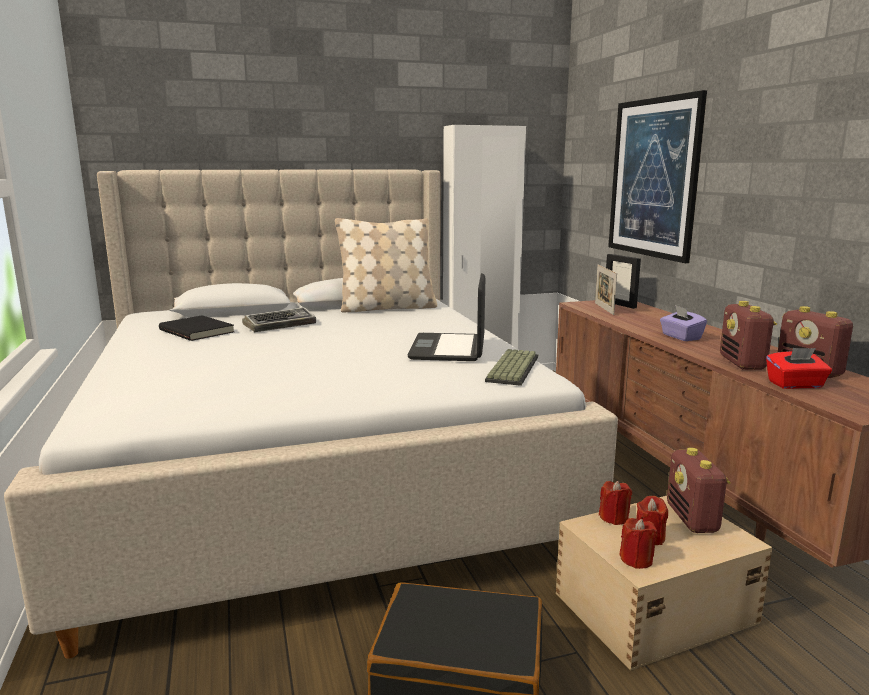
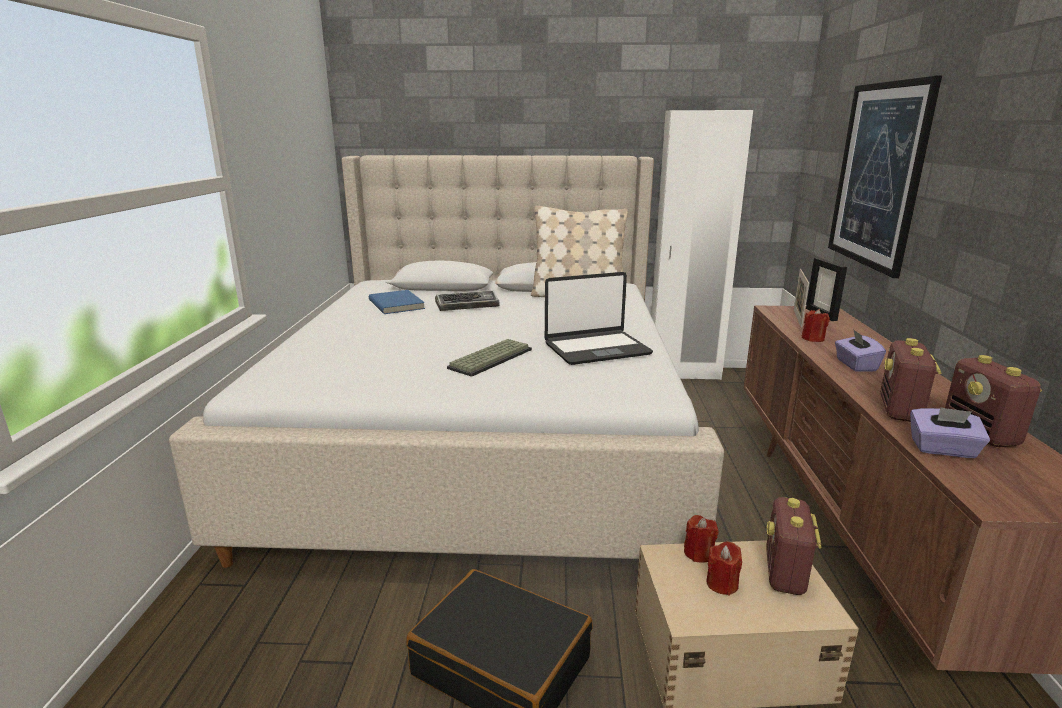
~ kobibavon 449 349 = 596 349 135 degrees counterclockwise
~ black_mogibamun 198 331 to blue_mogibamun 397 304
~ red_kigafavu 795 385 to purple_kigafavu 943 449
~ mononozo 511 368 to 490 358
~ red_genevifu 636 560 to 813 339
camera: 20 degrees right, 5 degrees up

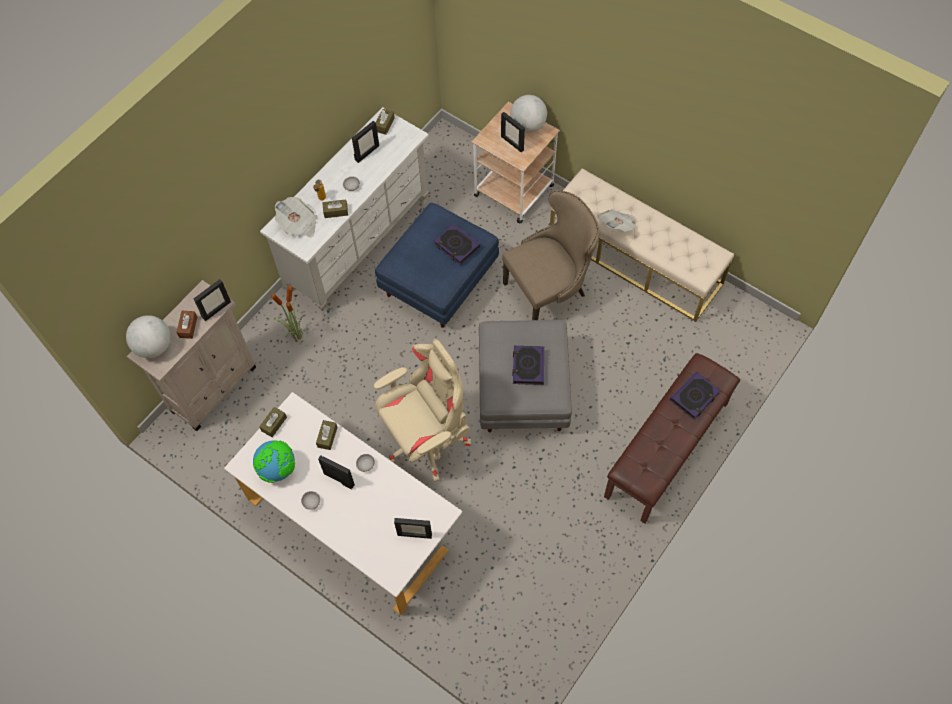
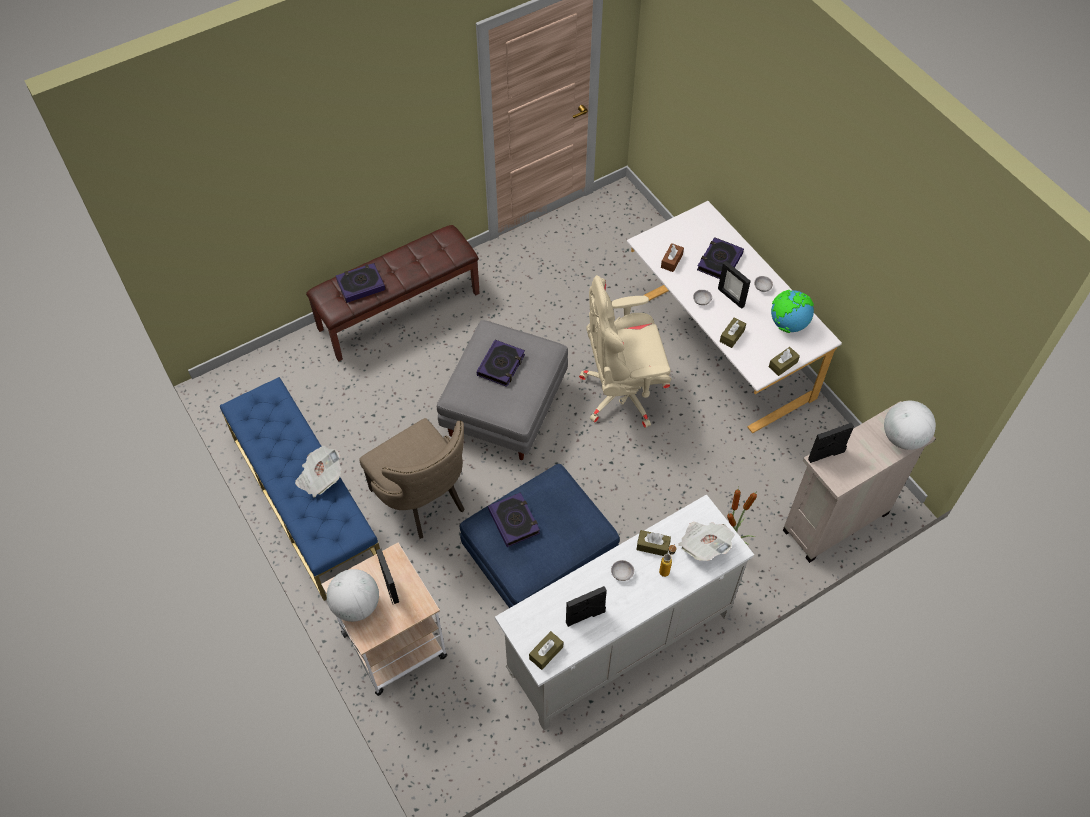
~ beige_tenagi 635 259 to blue_tenagi 306 501
~ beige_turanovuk 548 291 = 423 499 120 degrees counterclockwise
~ brown_kigafavu 188 327 to 671 261
- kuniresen 414 534
+ mogibamun 719 262
camera: 160 degrees left, 5 degrees down

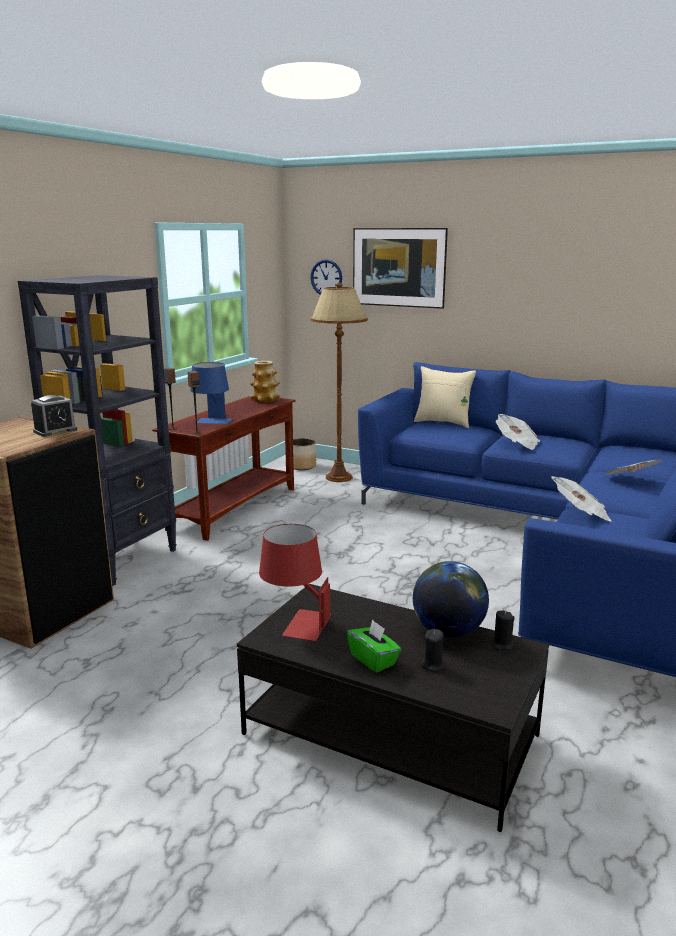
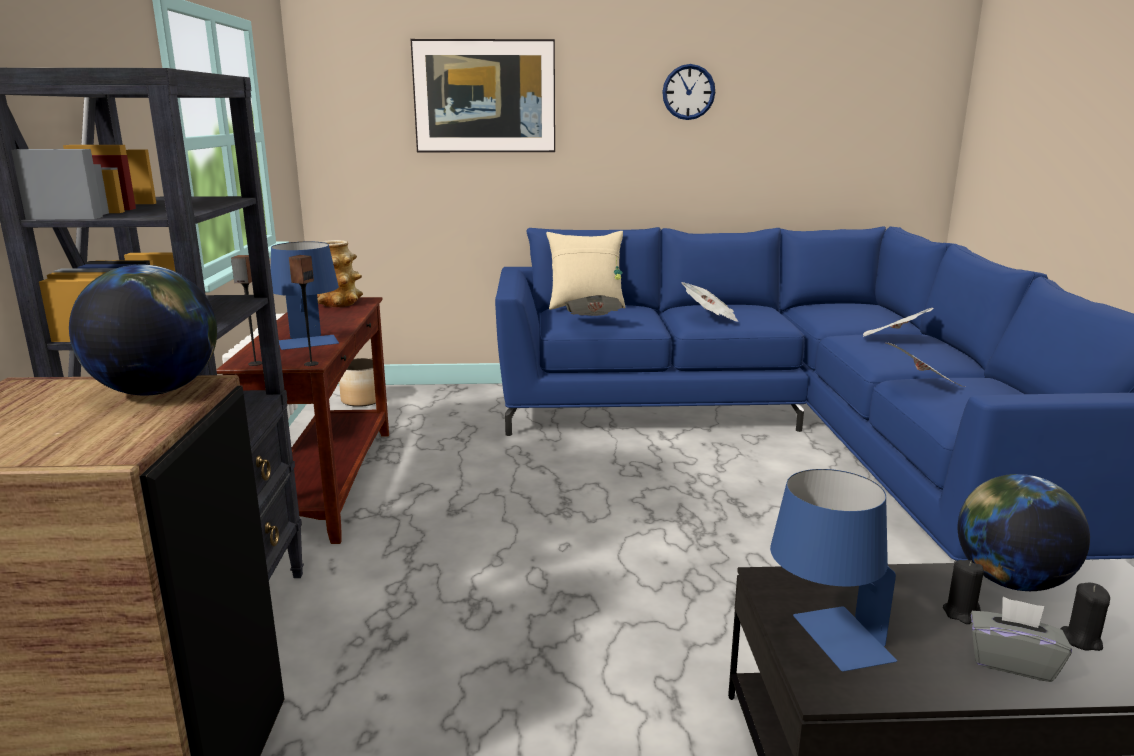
~ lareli 326 278 to 688 92
- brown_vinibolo 338 477
~ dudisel 55 431 to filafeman 156 391
~ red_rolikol 295 623 to blue_rolikol 824 640
~ black_genevifu 502 645 to 961 613
~ green_kigafavu 373 660 to grey_kigafavu 1012 662
+ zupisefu 594 322
camera: 30 degrees left, 0 degrees up

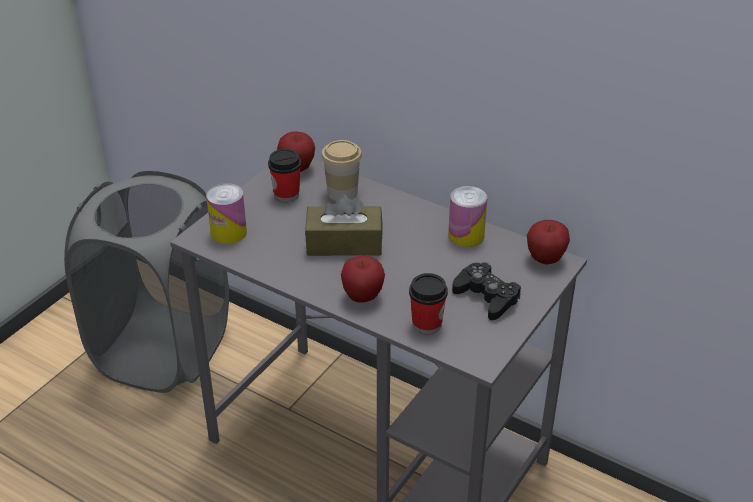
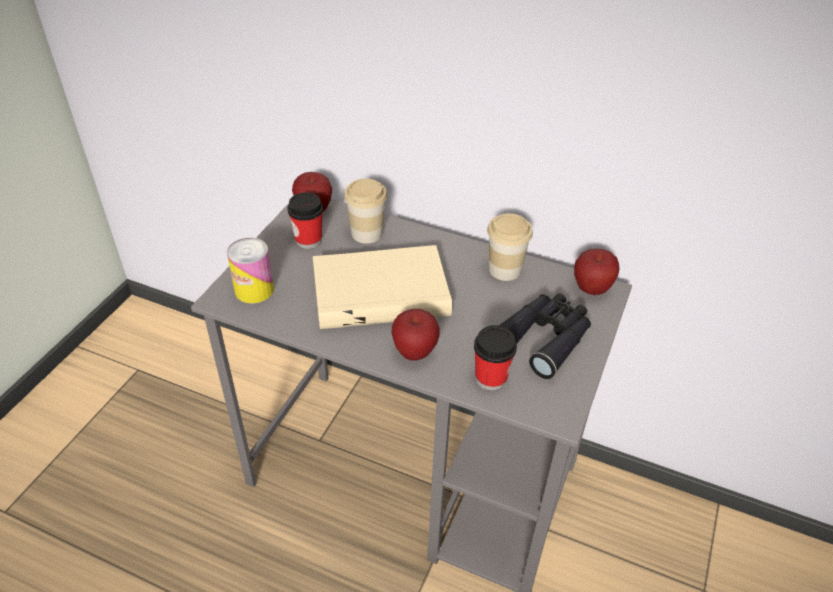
- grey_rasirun 163 350
~ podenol 466 235 to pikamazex 504 269
~ brown_kigafavu 344 243 to beige_mogibamun 381 291
~ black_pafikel 486 297 to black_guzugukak 544 338
camera: 10 degrees left, 5 degrees up

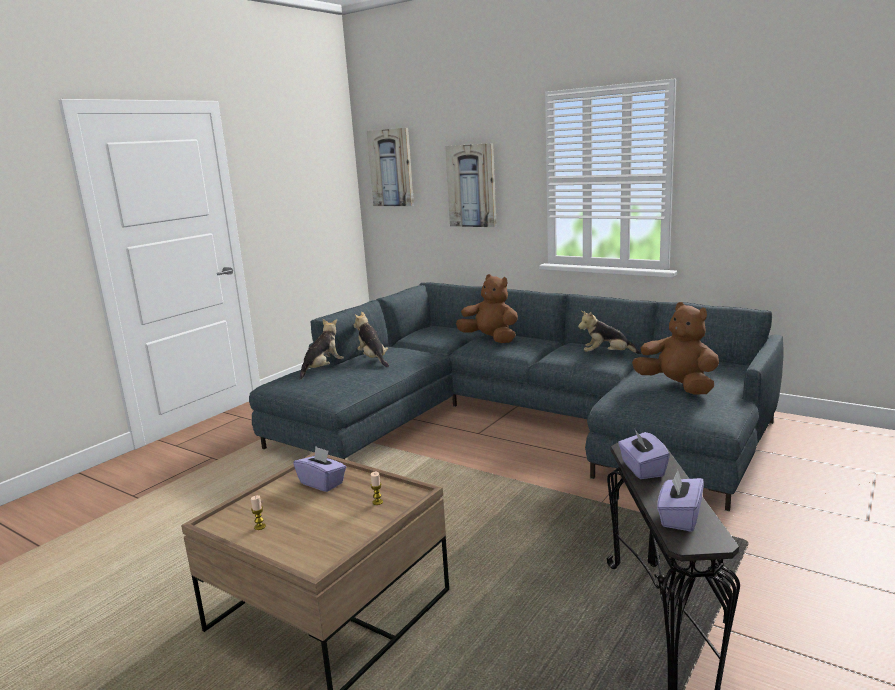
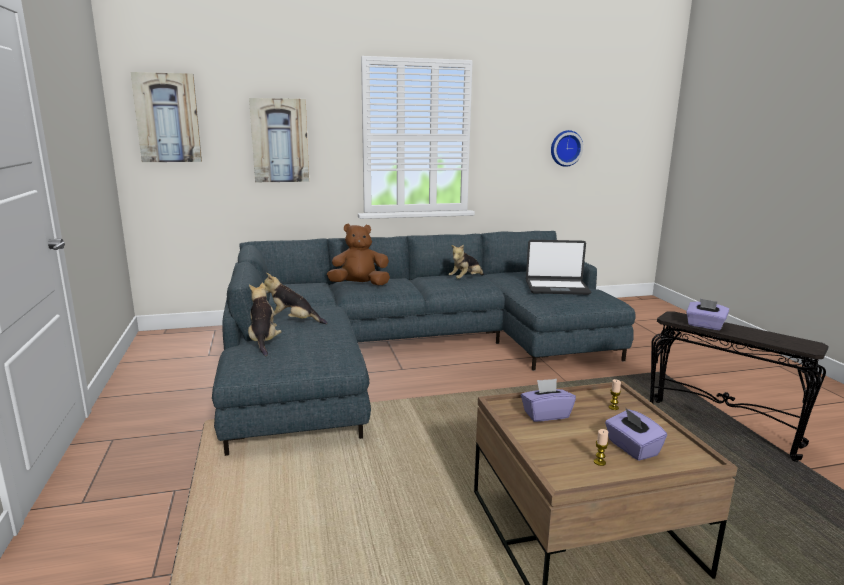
~ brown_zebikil 677 386 to kobibavon 557 288
~ purple_kigafavu 679 517 to 632 448
+ lareli 565 148
camera: 50 degrees left, 0 degrees up

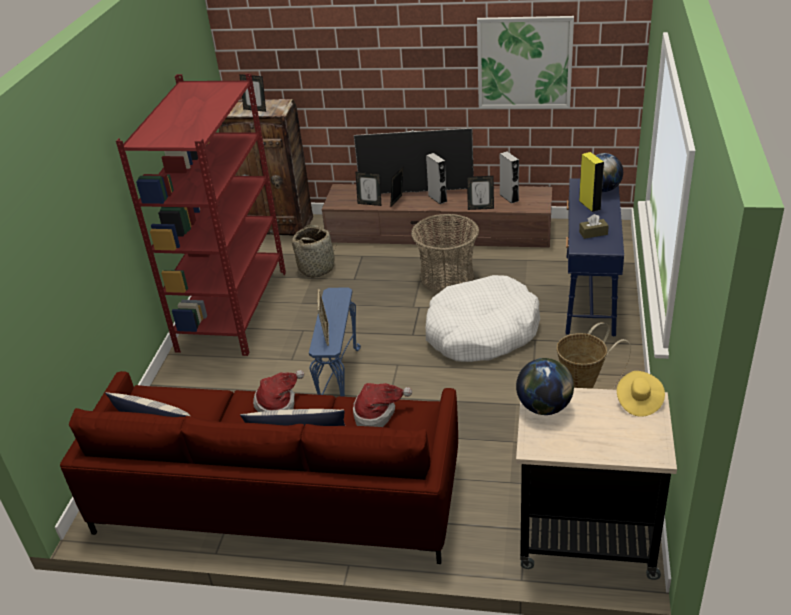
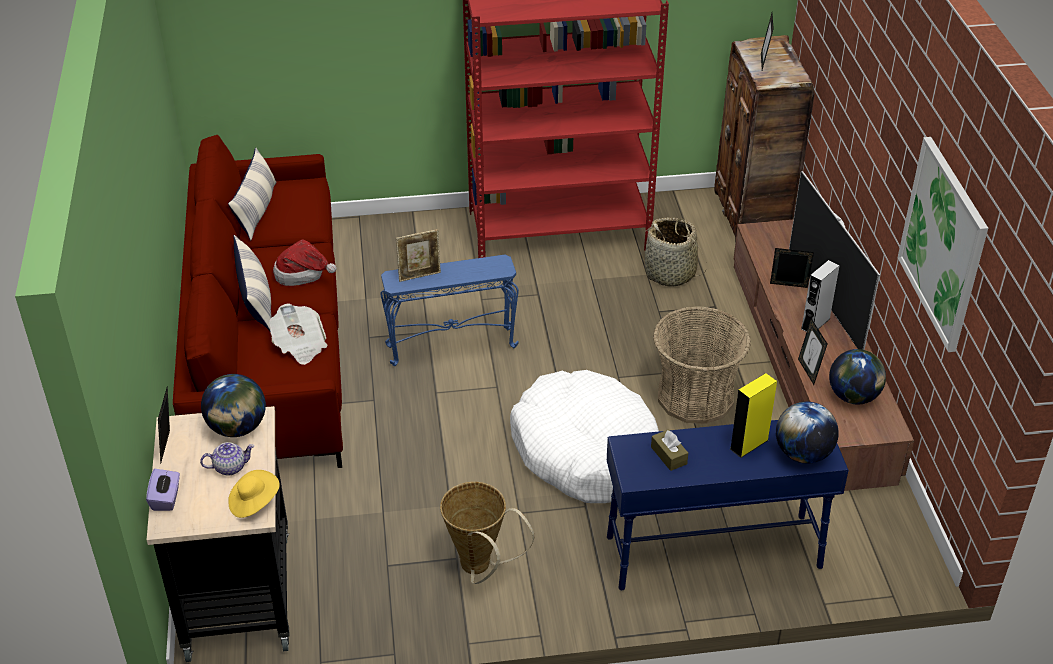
~ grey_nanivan 509 197 to filafeman 853 396
~ kuniresen 370 203 to 169 447
~ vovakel 377 414 to zupisefu 300 345
+ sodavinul 230 467
+ purple_kigafavu 166 498
camera: 70 degrees right, 5 degrees up

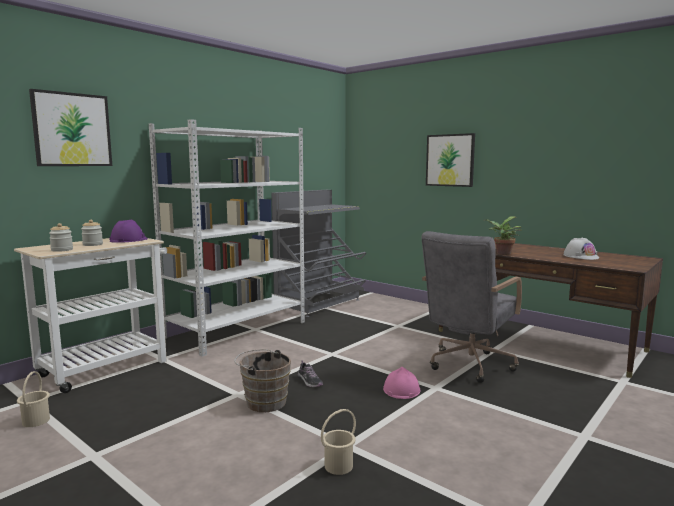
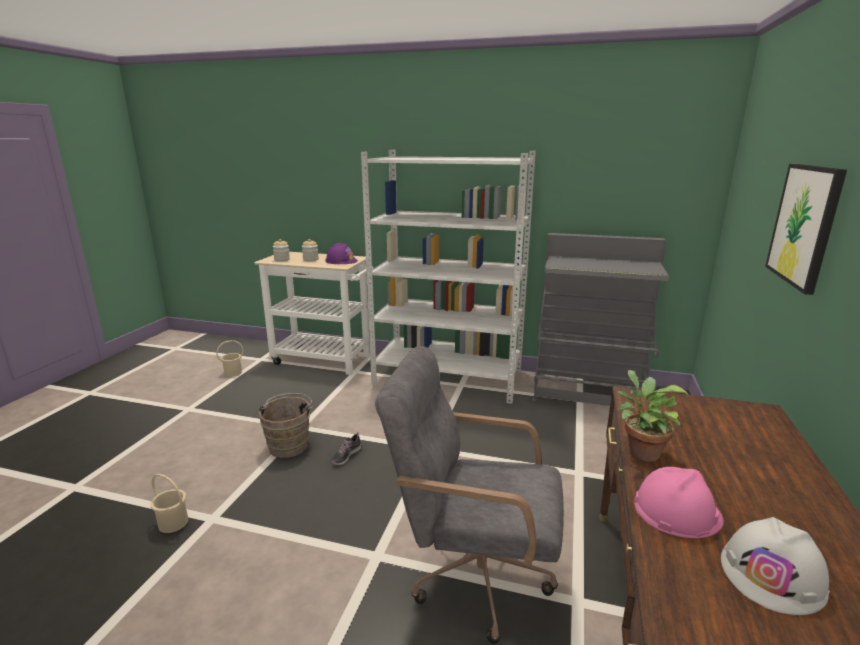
- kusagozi 72 130
~ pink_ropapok 401 390 to 676 510
camera: 65 degrees right, 10 degrees up

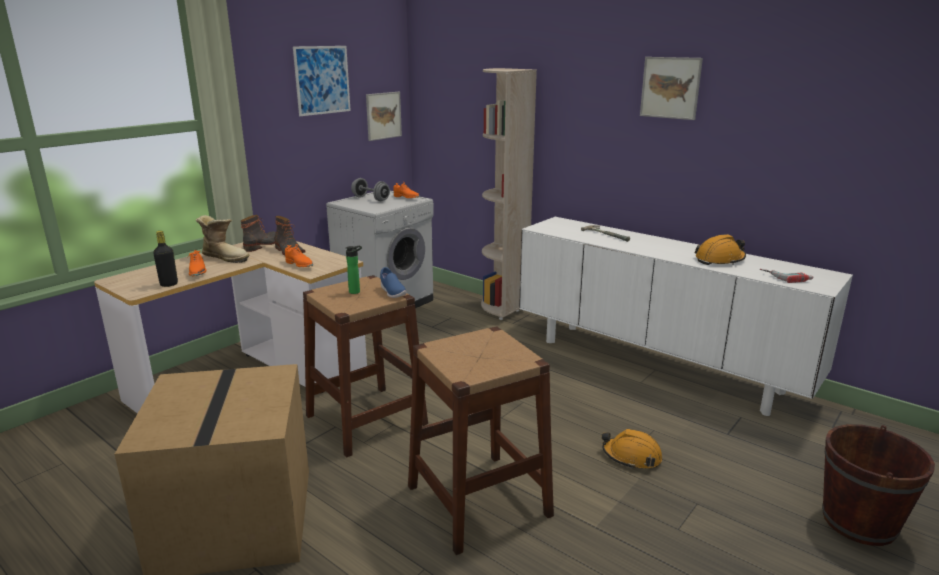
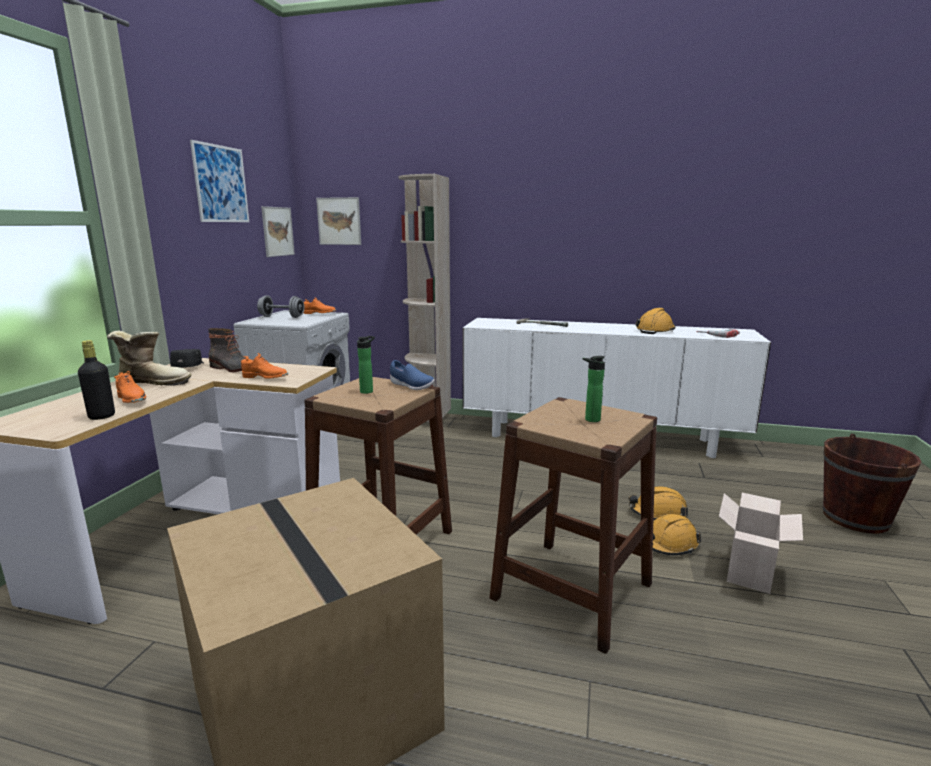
~ kusagozi 670 88 to 339 221
~ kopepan 262 244 to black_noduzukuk 189 366
+ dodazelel 590 420
+ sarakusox 751 574
+ orange_ropapok 668 544
camera: 25 degrees left, 5 degrees down

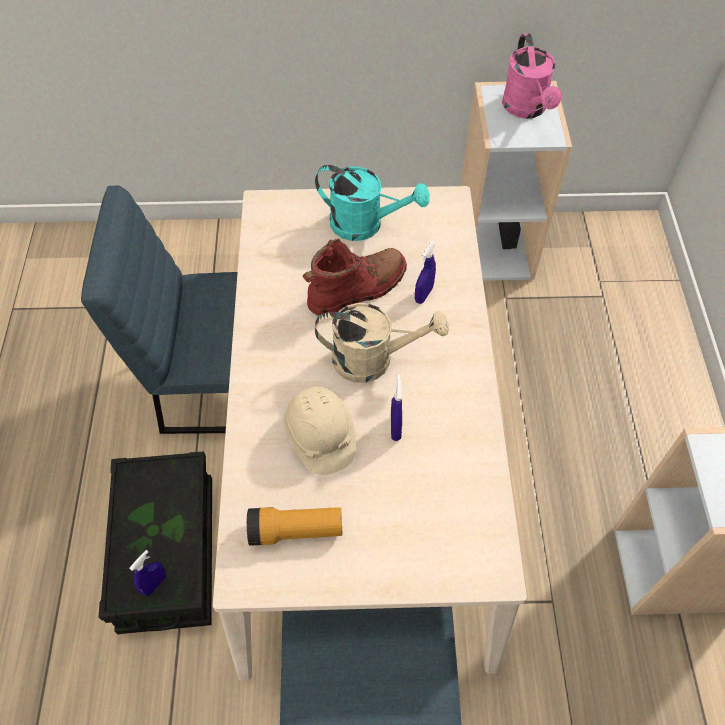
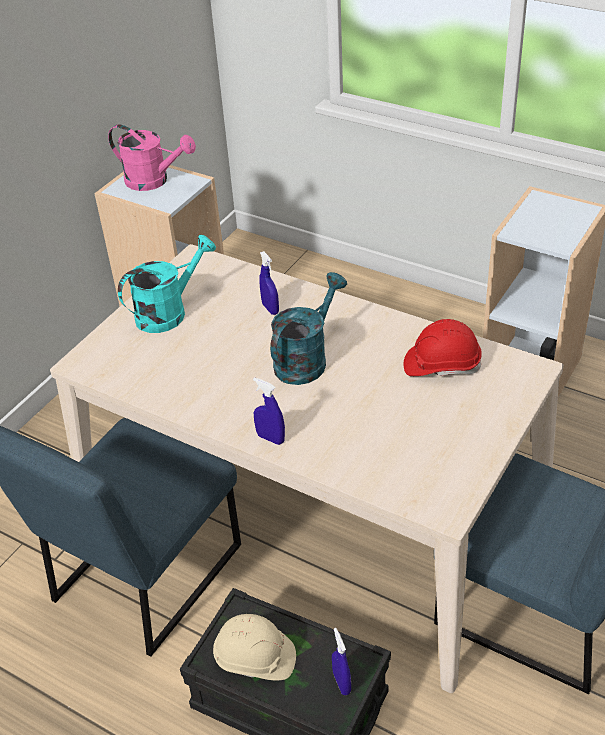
- red_kopepan 357 289
~ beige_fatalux 373 359 to turquoise_fatalux 306 359
~ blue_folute 395 428 to 270 438
~ beige_ropapok 320 436 to 255 659
- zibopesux 296 530
+ red_ropapok 441 365
camera: 55 degrees left, 15 degrees down

